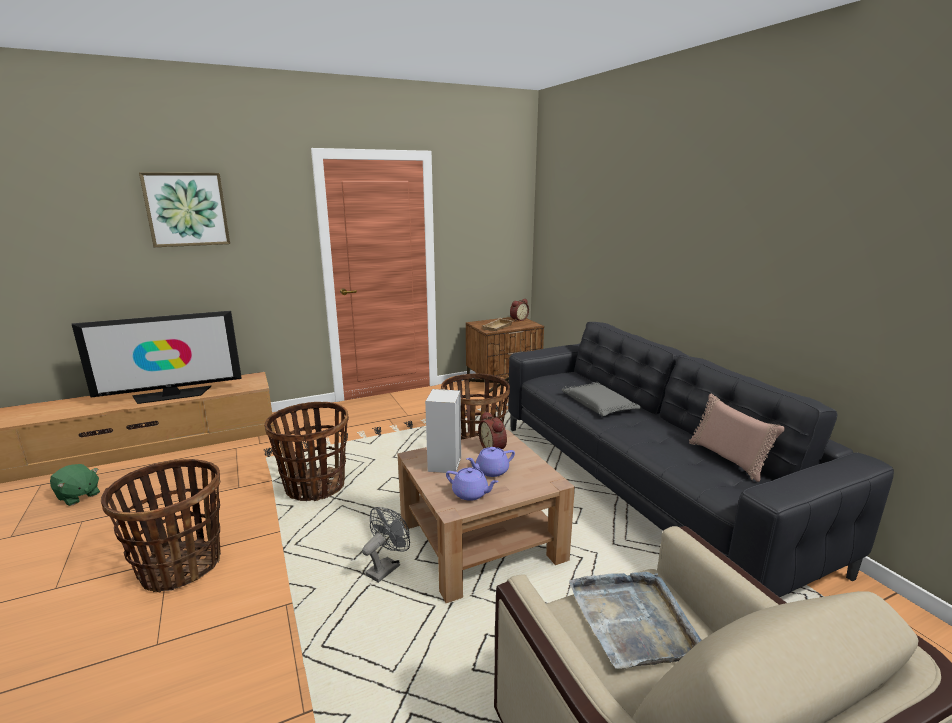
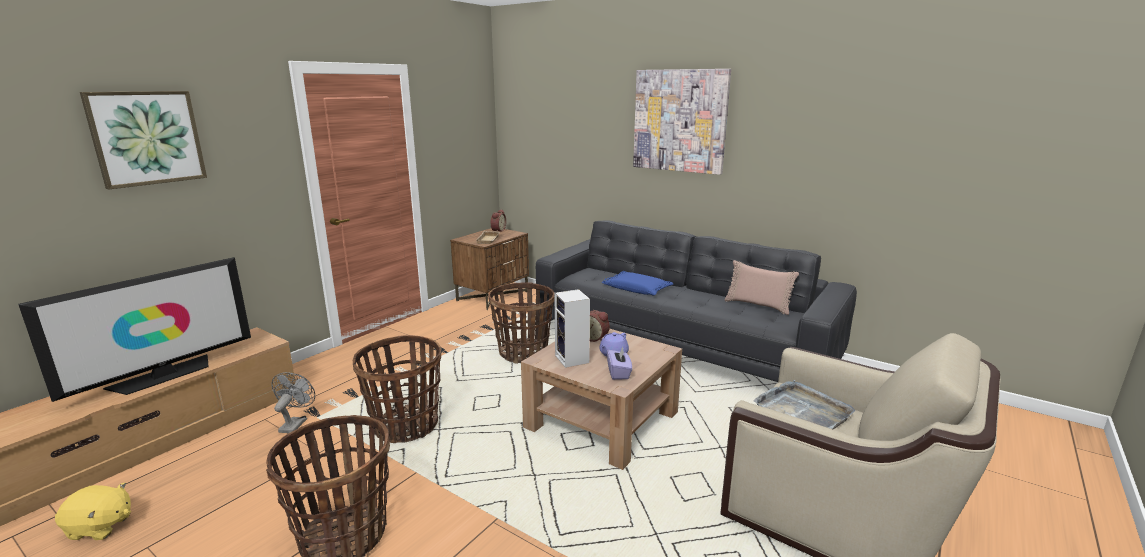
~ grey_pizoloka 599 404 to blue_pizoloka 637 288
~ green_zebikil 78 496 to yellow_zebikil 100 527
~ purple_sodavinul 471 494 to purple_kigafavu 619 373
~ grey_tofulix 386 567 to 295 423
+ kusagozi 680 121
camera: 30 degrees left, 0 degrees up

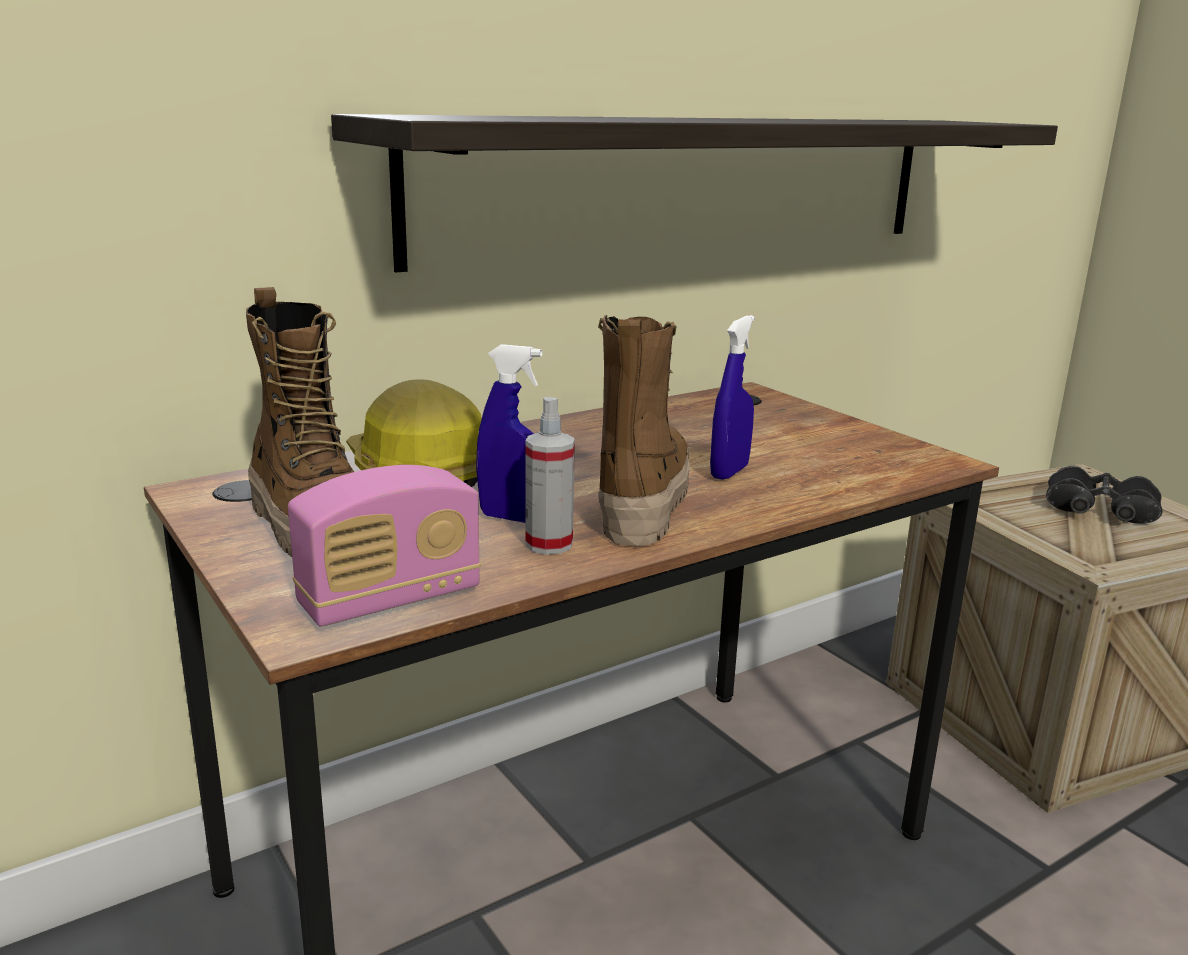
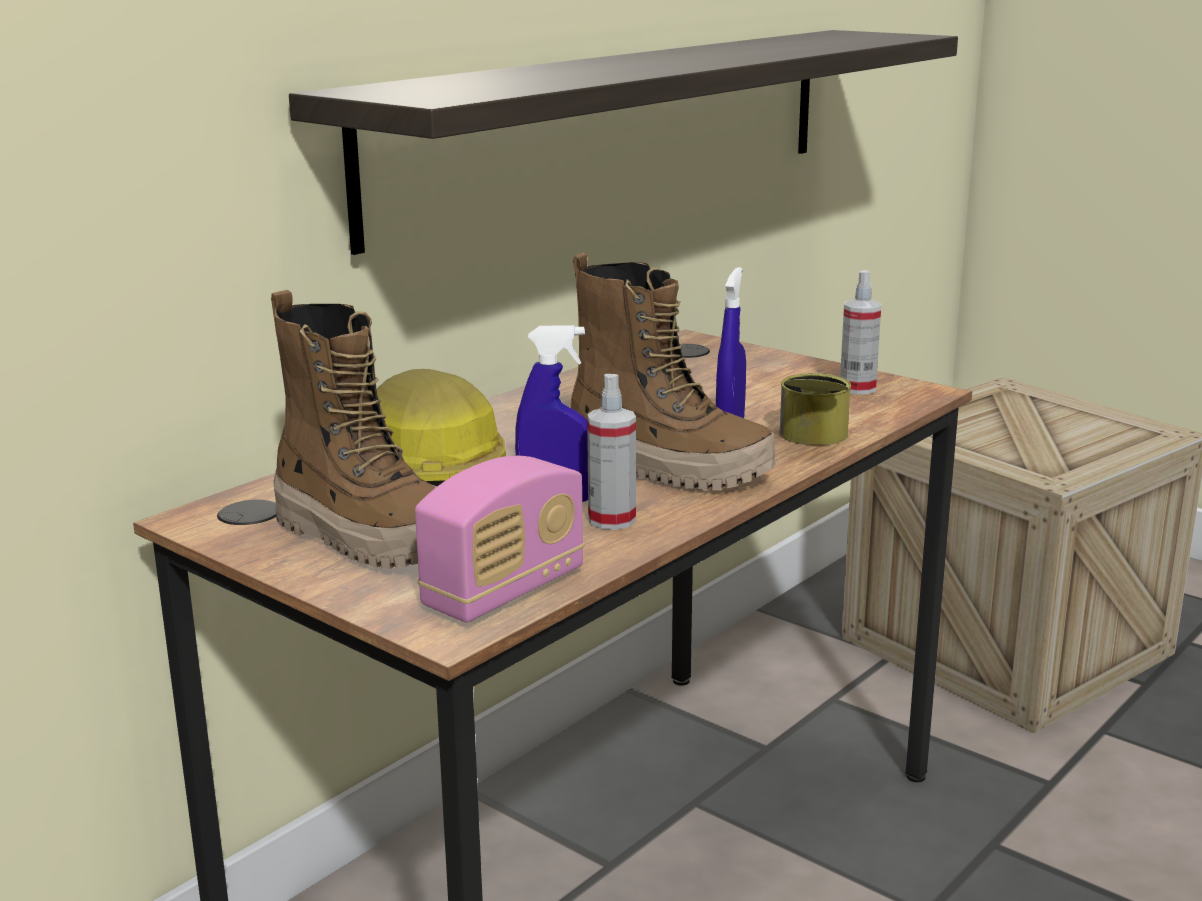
~ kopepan 641 504 = 669 470 120 degrees clockwise
- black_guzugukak 1100 510
+ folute 857 388
+ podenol 812 441
camera: 15 degrees left, 0 degrees up

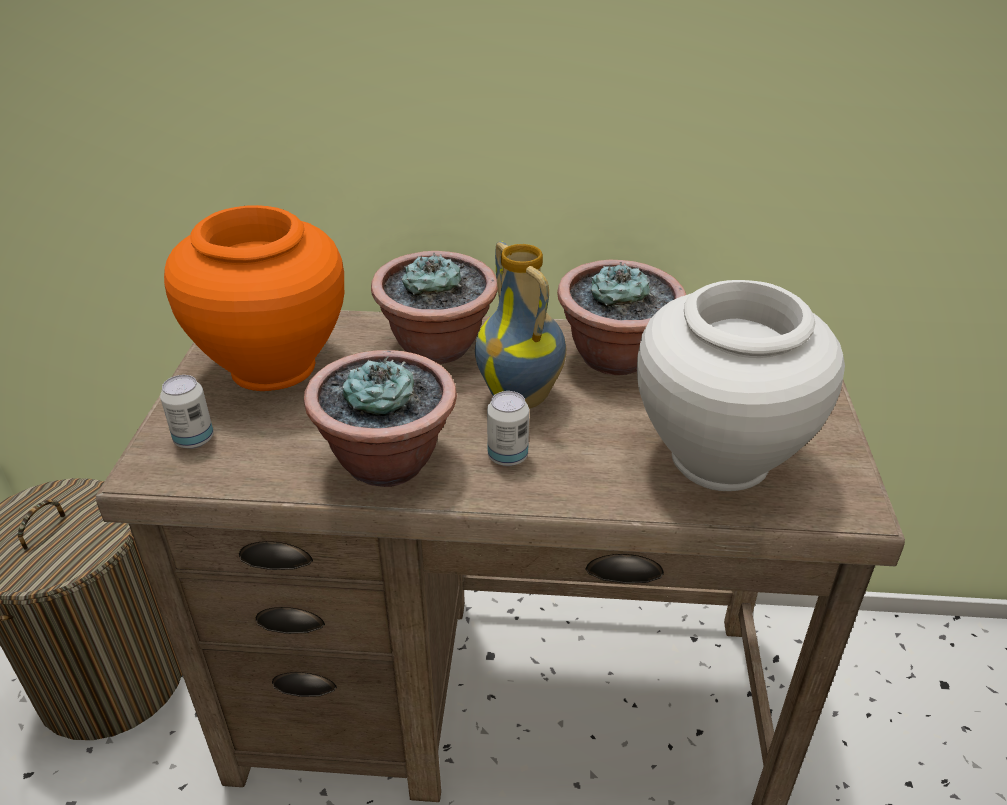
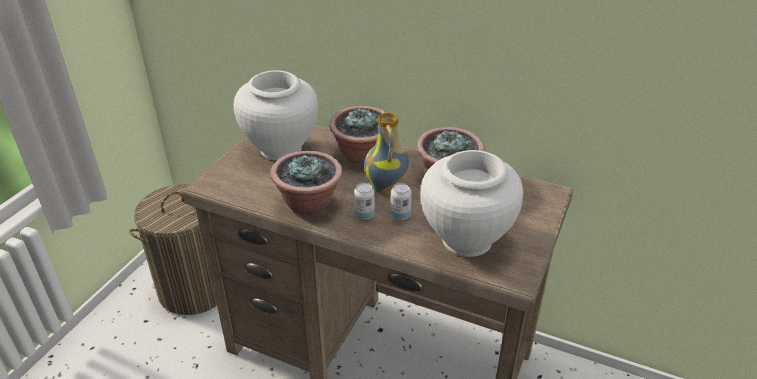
~ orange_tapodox 273 367 to white_tapodox 281 149
~ podenol 194 439 to 400 215
camera: 20 degrees right, 0 degrees up

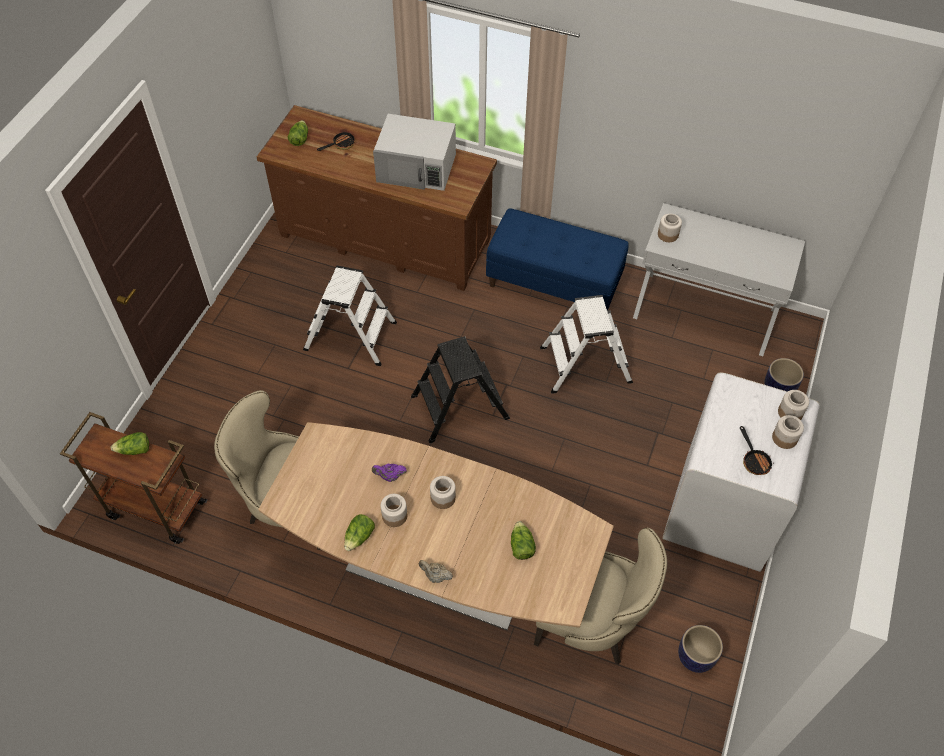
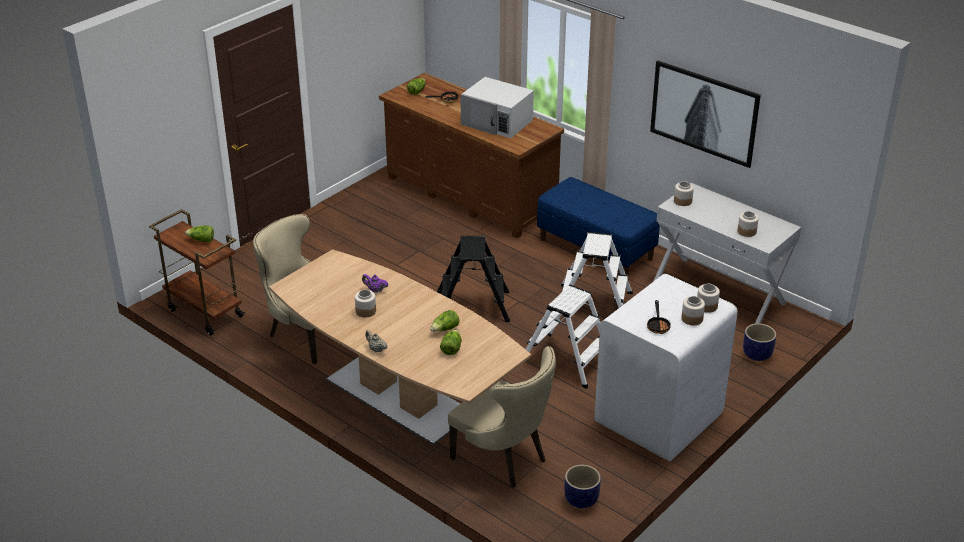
~ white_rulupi 350 336 to 566 360
~ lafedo 443 497 to 746 231
~ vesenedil 359 537 to 445 329
+ kusagozi 704 112
camera: 20 degrees right, 20 degrees down

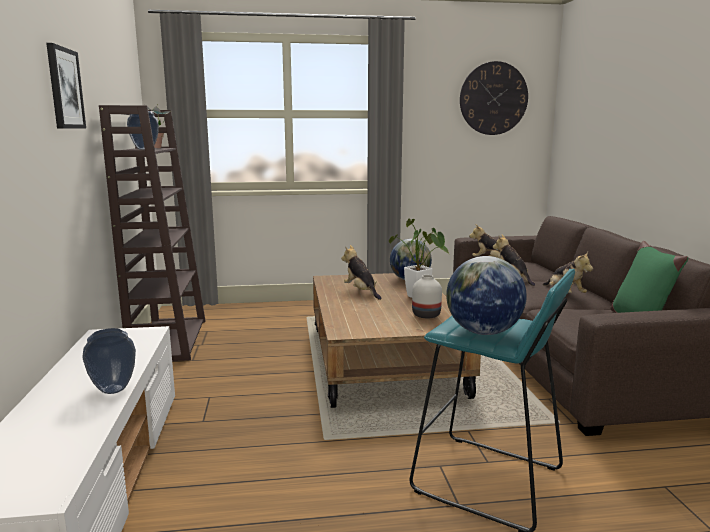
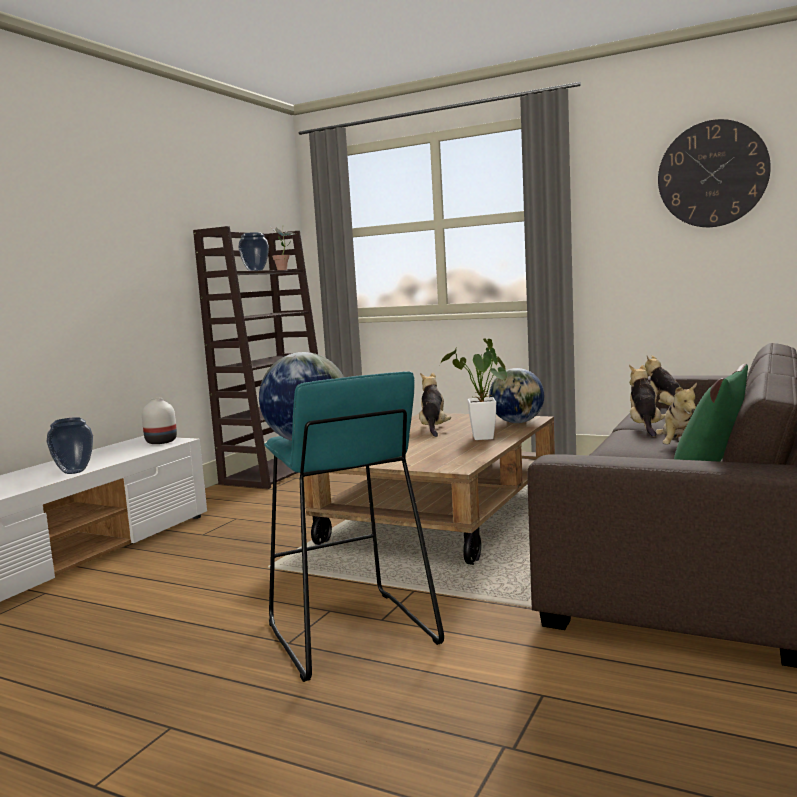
- kusagozi 64 88
~ white_tapodox 426 315 to 162 442
camera: 35 degrees right, 5 degrees down

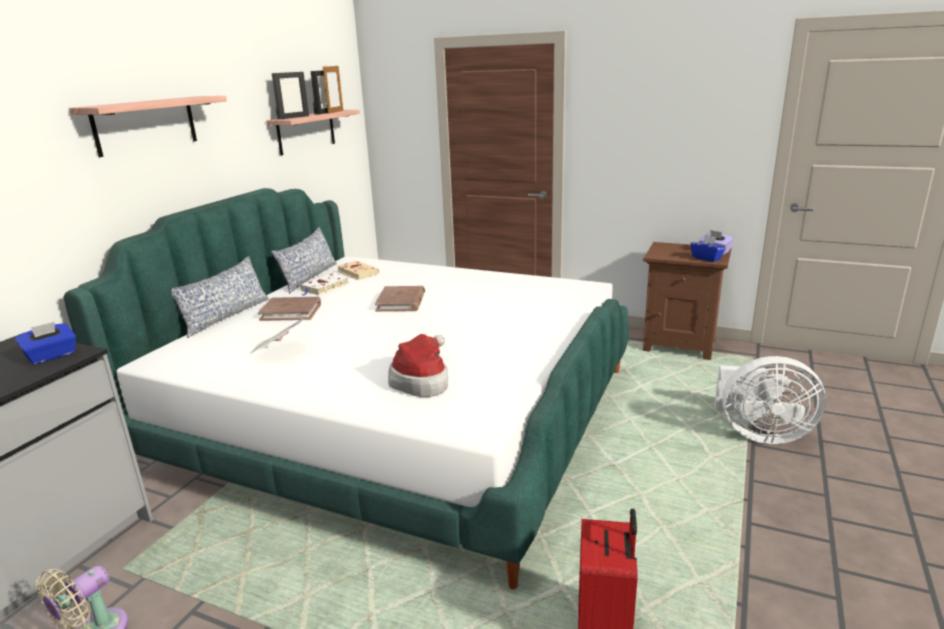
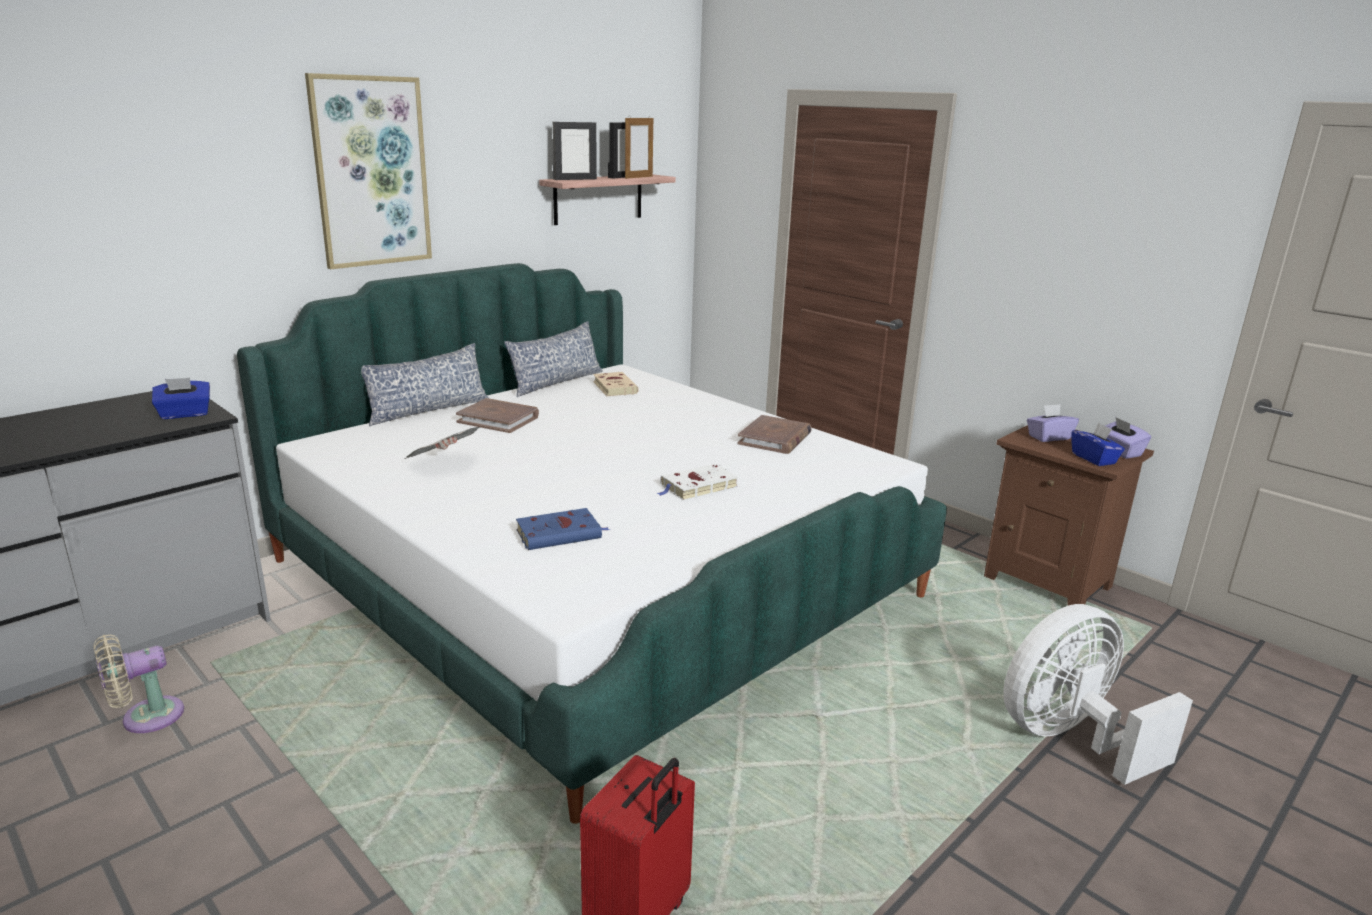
~ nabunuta 146 125 to kusagozi 371 172
~ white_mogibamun 324 287 to 697 487
~ brown_mogibamun 401 302 to 775 438
~ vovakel 422 381 to blue_mogibamun 561 534
~ white_tofulix 759 433 = 1069 738 120 degrees clockwise
+ purple_kigafavu 1048 437
camera: 20 degrees right, 0 degrees up

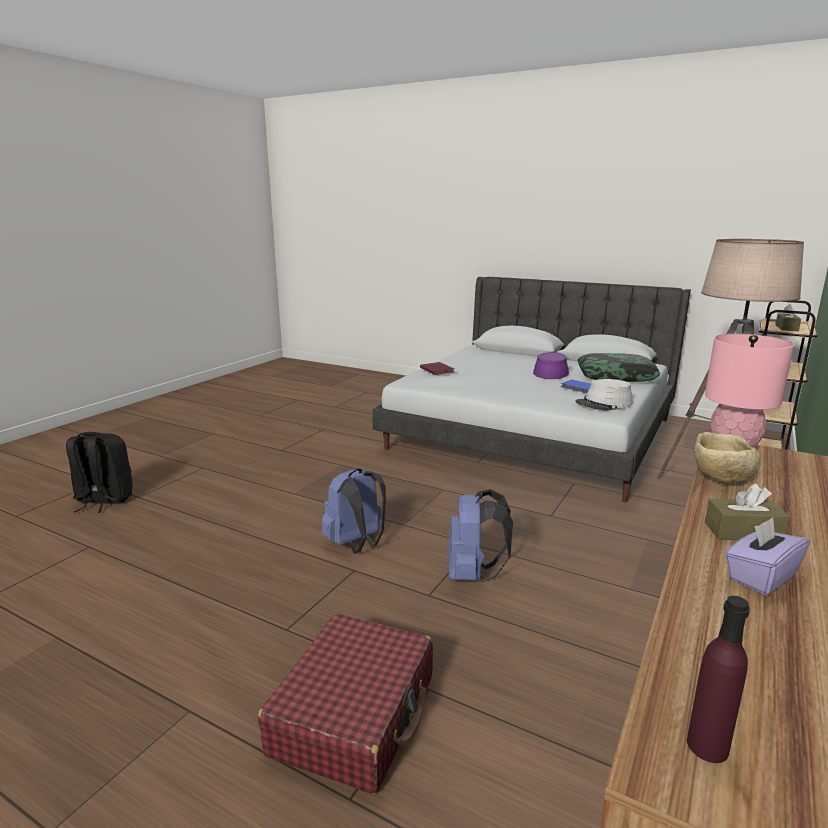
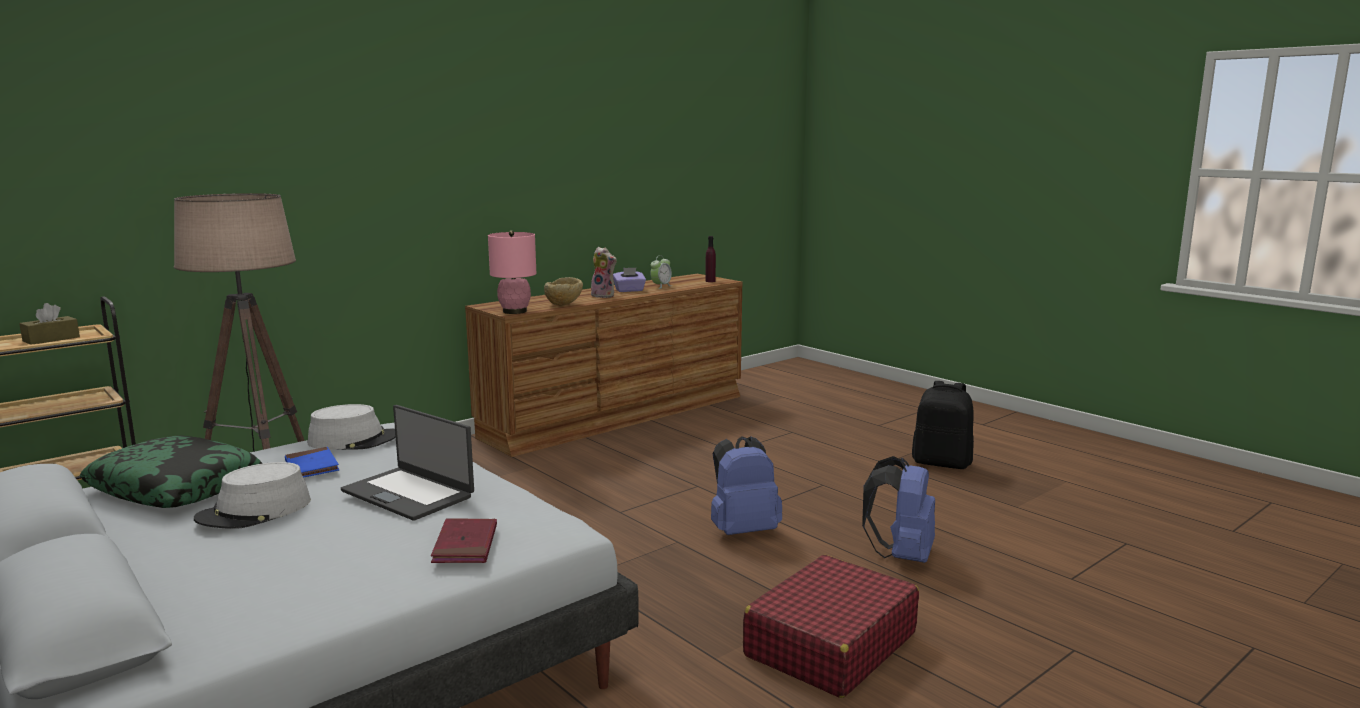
~ purple_vovakel 551 372 to grey_vovakel 255 511
~ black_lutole 103 500 to 942 463
~ brown_kigafavu 743 532 to zebikil 604 296
~ blue_lutole 473 574 to 901 556
~ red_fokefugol 355 714 to 830 645
+ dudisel 661 286
+ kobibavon 409 493
camera: 160 degrees left, 5 degrees down

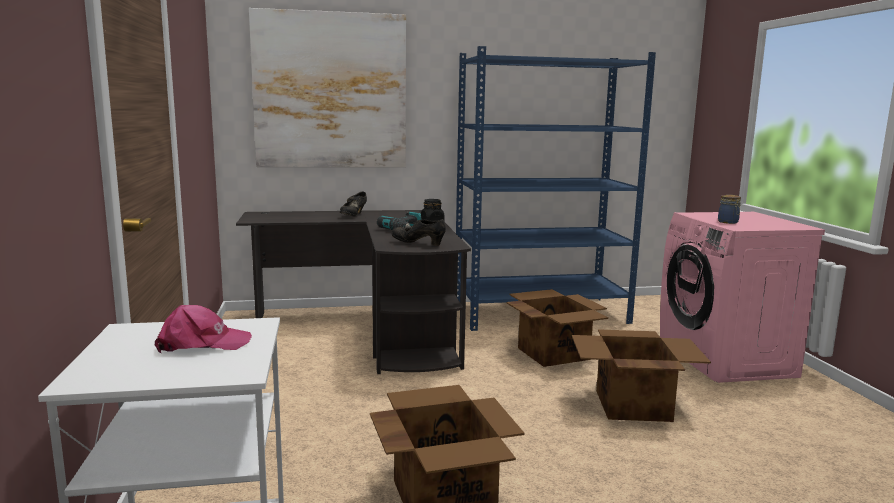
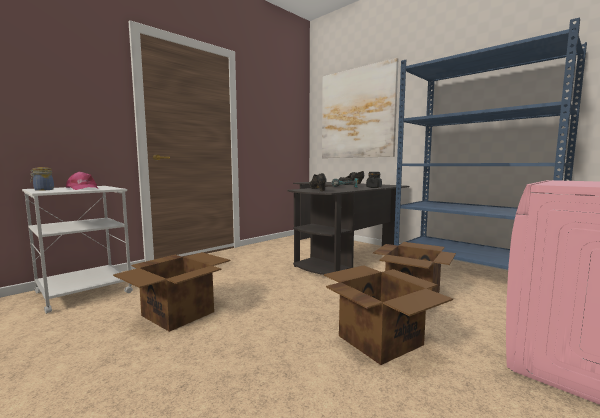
~ lafedo 728 222 to 43 190
camera: 55 degrees right, 5 degrees down

